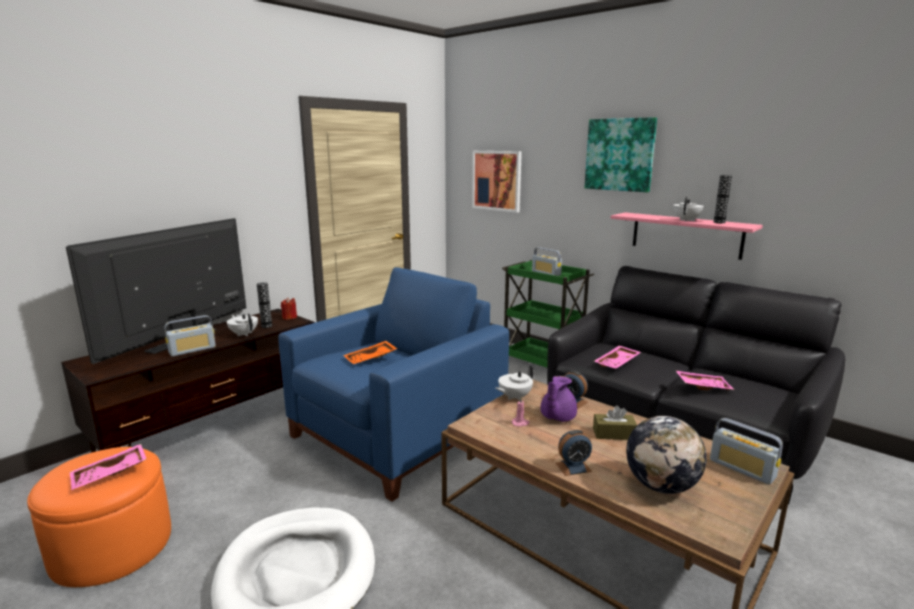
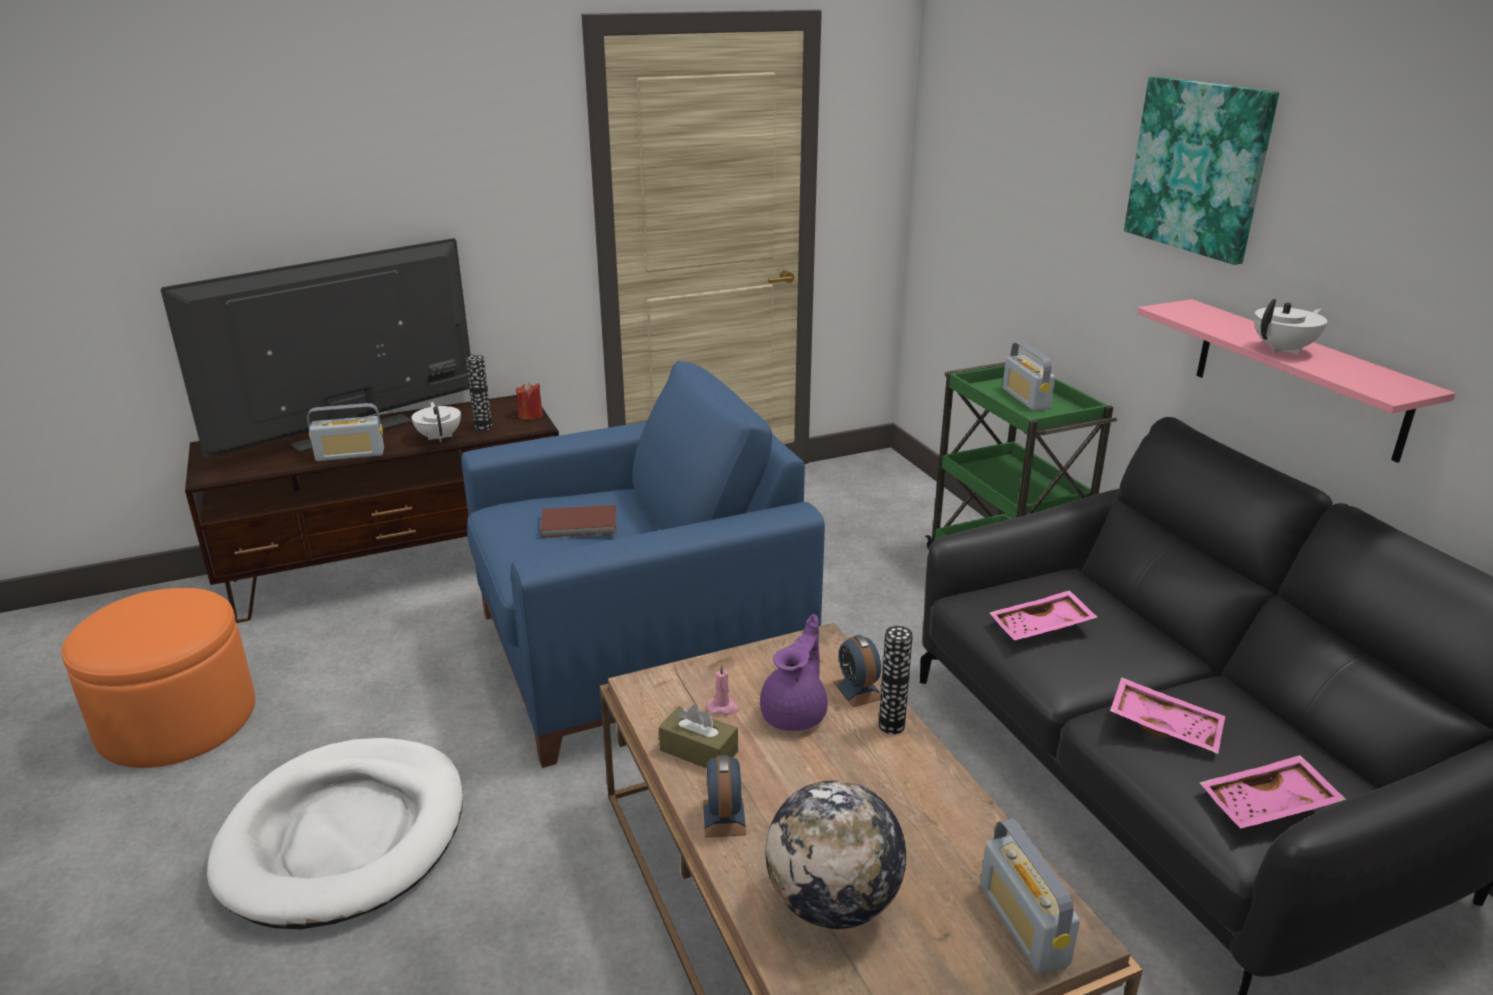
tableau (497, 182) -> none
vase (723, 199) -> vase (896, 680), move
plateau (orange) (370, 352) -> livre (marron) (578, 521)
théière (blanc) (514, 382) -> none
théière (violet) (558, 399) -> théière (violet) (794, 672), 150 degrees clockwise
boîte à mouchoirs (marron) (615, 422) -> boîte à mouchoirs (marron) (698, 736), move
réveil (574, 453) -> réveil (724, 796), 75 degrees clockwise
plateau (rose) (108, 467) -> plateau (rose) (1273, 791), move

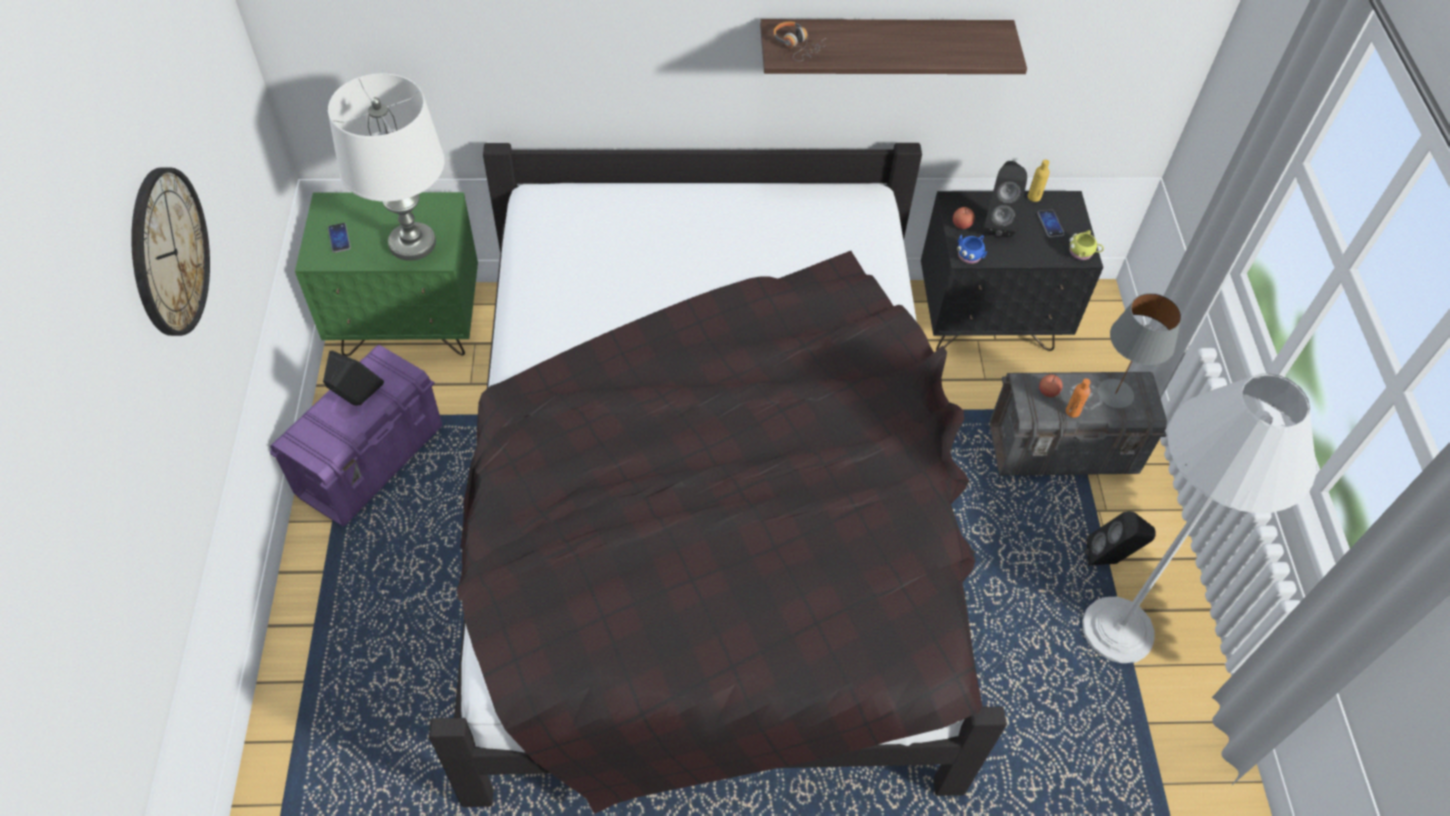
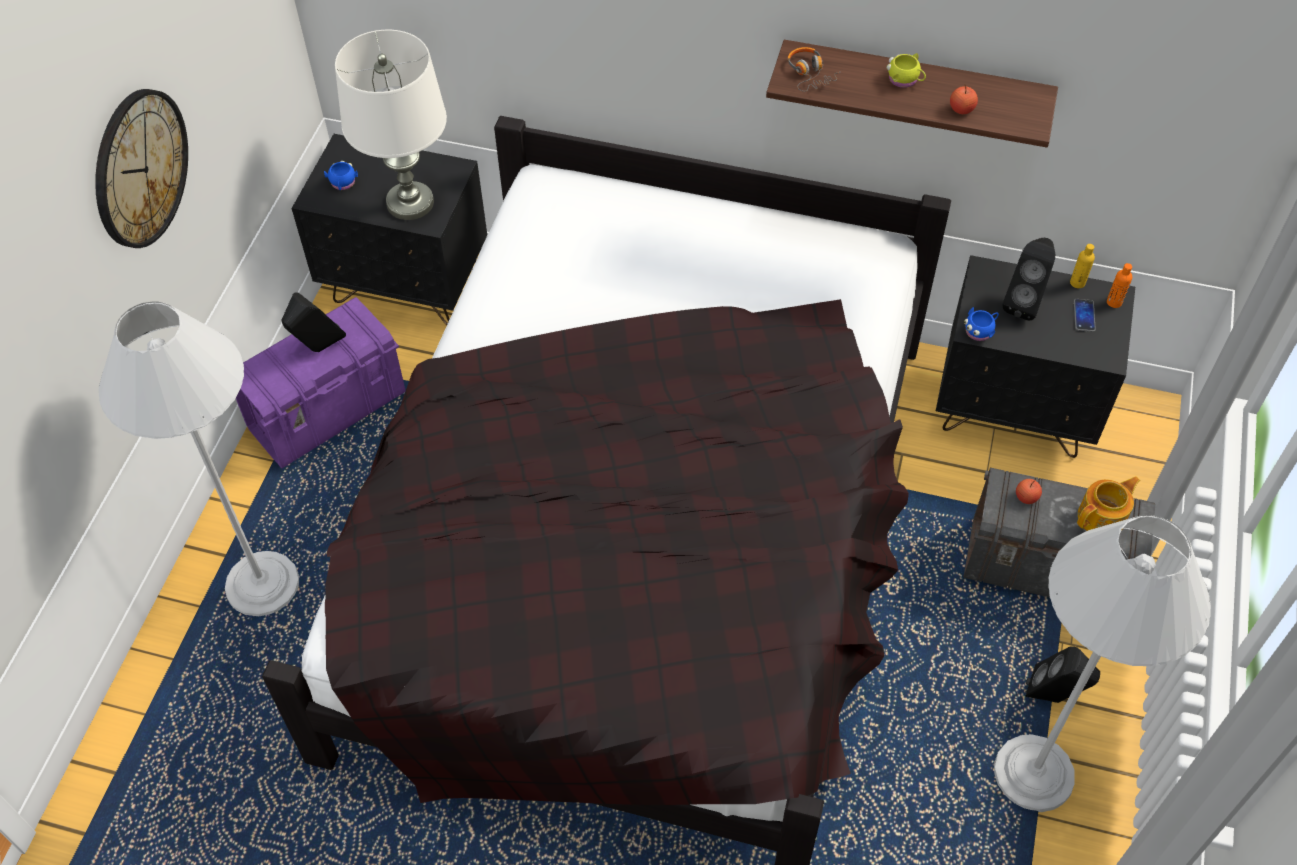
table de chevet (vert) (386, 274) -> table de chevet (noir) (389, 229)
pomme (964, 217) -> pomme (964, 99), move
téléphone (339, 238) -> mug (bleu) (341, 175)
mug (jaune) (1086, 245) -> mug (jaune) (906, 70), move
lampe de table (gris) (1139, 350) -> théière (1108, 503)
bouteille (orange) (1078, 398) -> bouteille (orange) (1119, 285), move
none -> lampadaire (blanc) (199, 458)

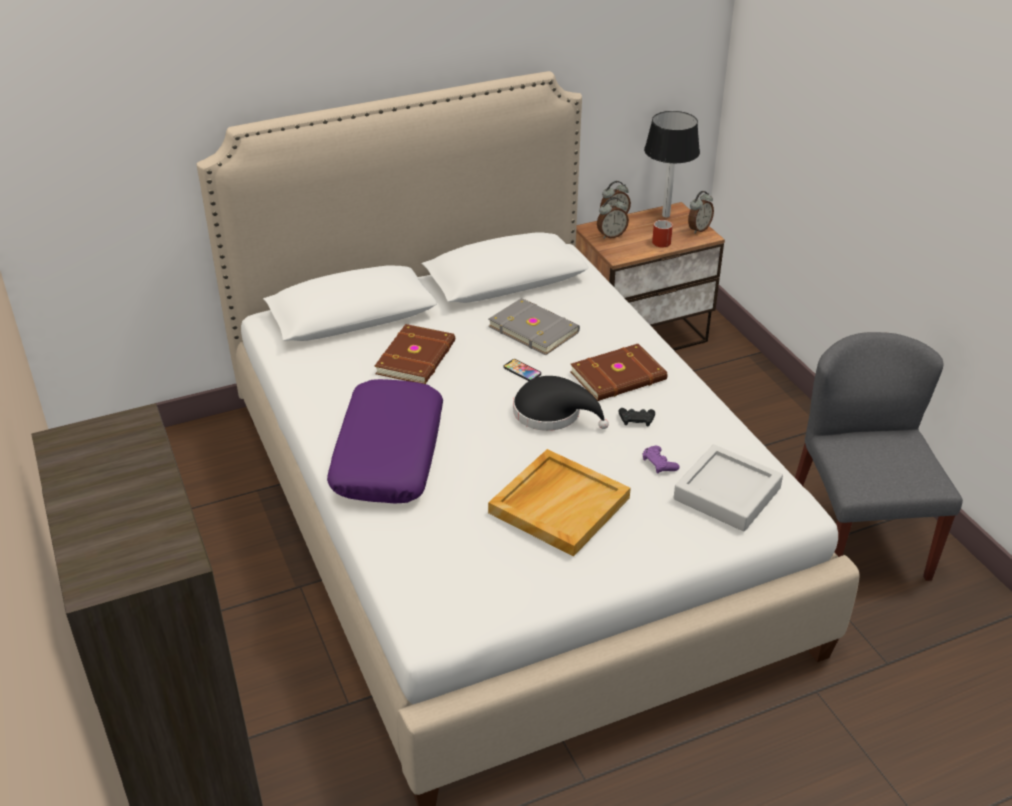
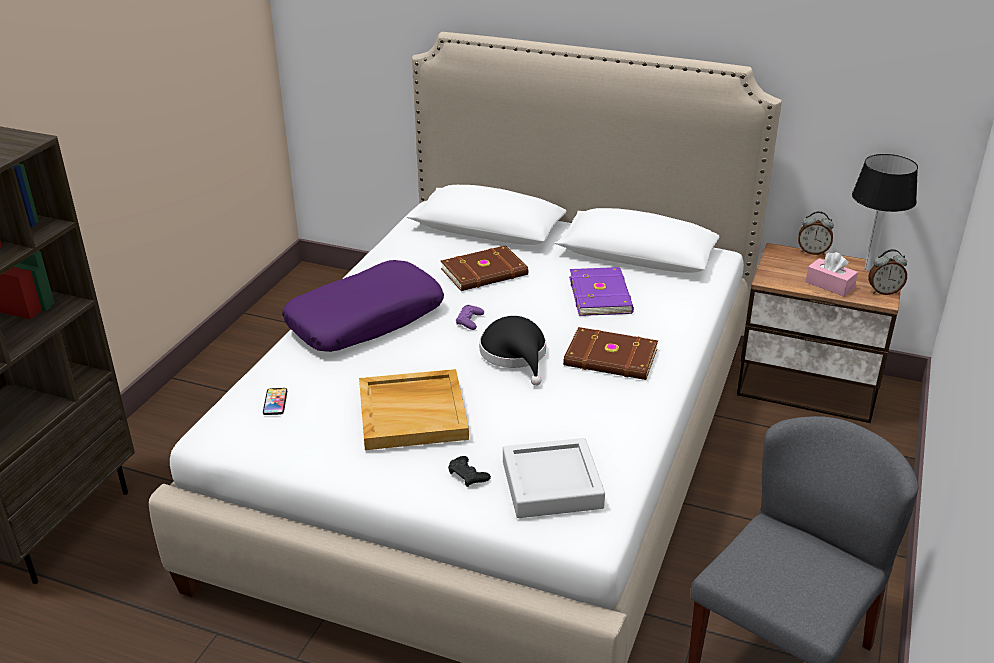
réveil (613, 218) -> none
mug (rouge) (662, 233) -> boîte à mouchoirs (rose) (831, 274)
livre (gris) (534, 326) -> livre (violet) (601, 291)
téléphone (522, 370) -> téléphone (275, 401), move
manette (noir) (637, 417) -> manette (noir) (469, 471), move
manette (violet) (661, 459) -> manette (violet) (470, 317), move

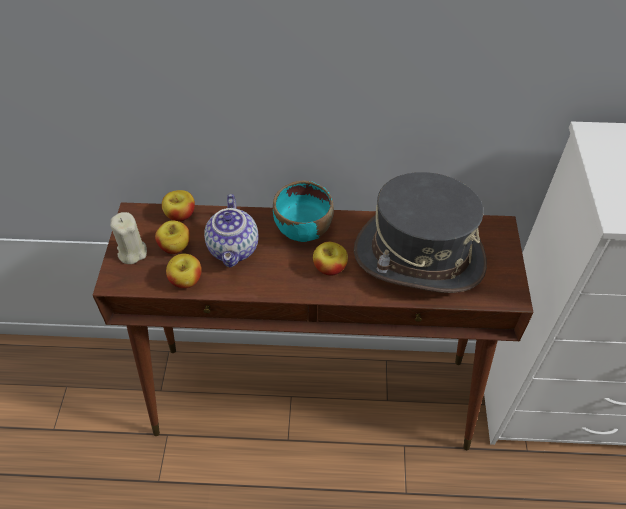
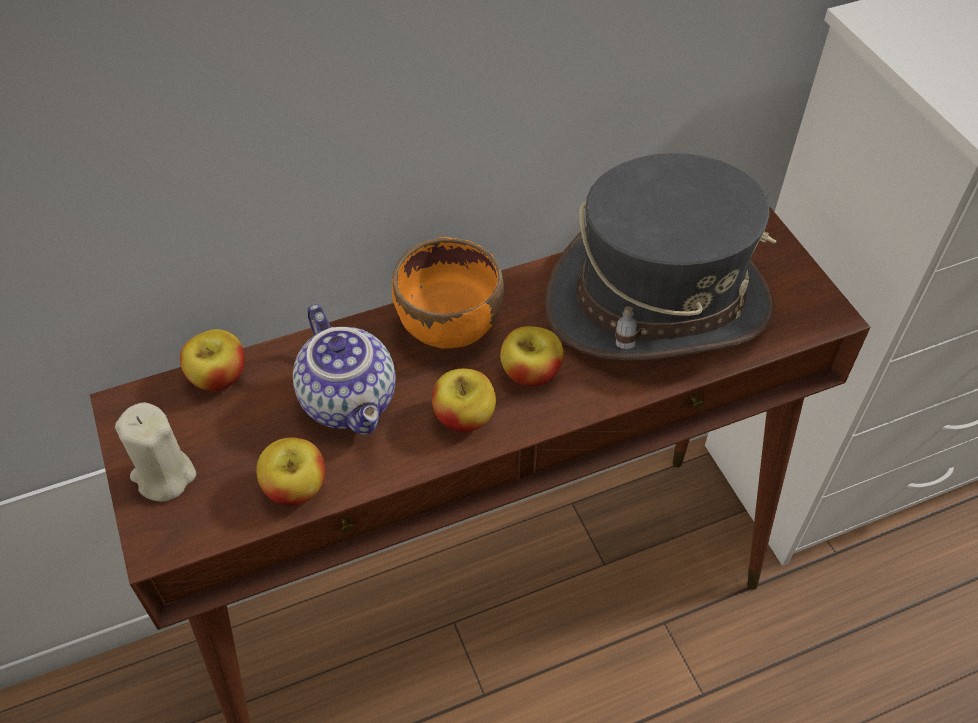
bol (turquoise) (303, 211) -> bol (orange) (448, 293)
pomme (172, 237) -> pomme (464, 400), move

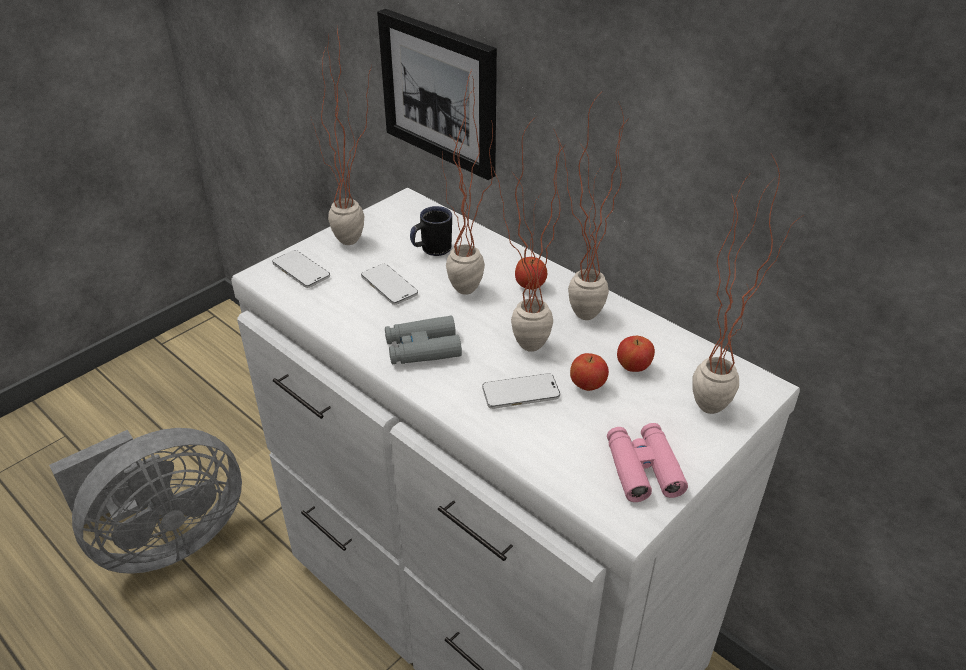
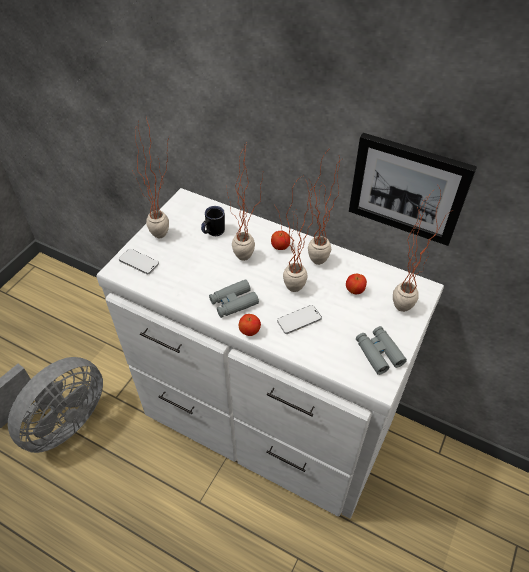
tableau (437, 94) -> tableau (413, 189), move
téléphone (389, 284) -> none
pomme (589, 372) -> pomme (250, 325), move
jumelles (rose) (647, 462) -> jumelles (gris) (381, 350)

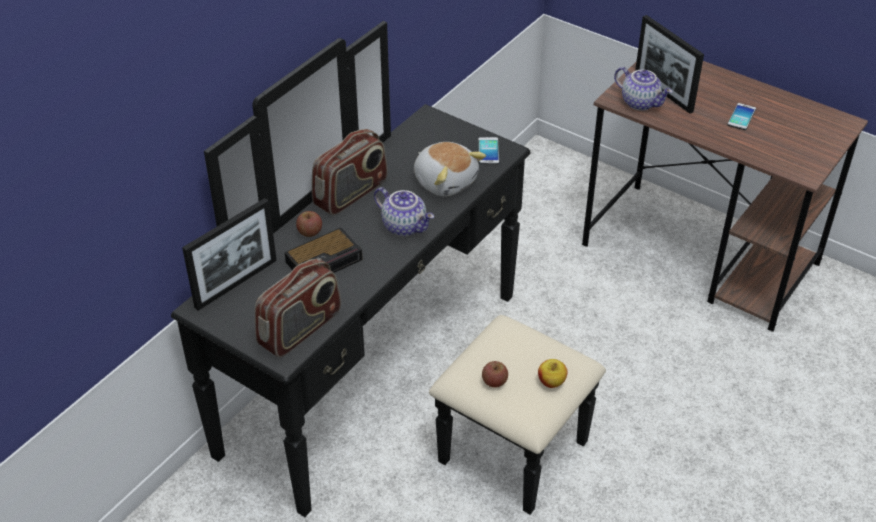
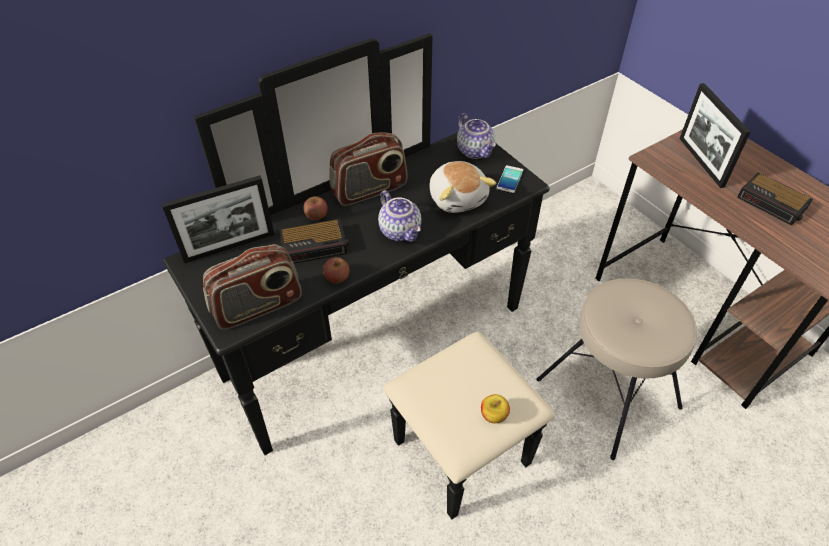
théière (643, 89) -> théière (476, 136), move
téléphone (741, 116) -> réveil (775, 199)
pomme (495, 374) -> pomme (336, 270), move
none -> tabouret (beige) (616, 369)

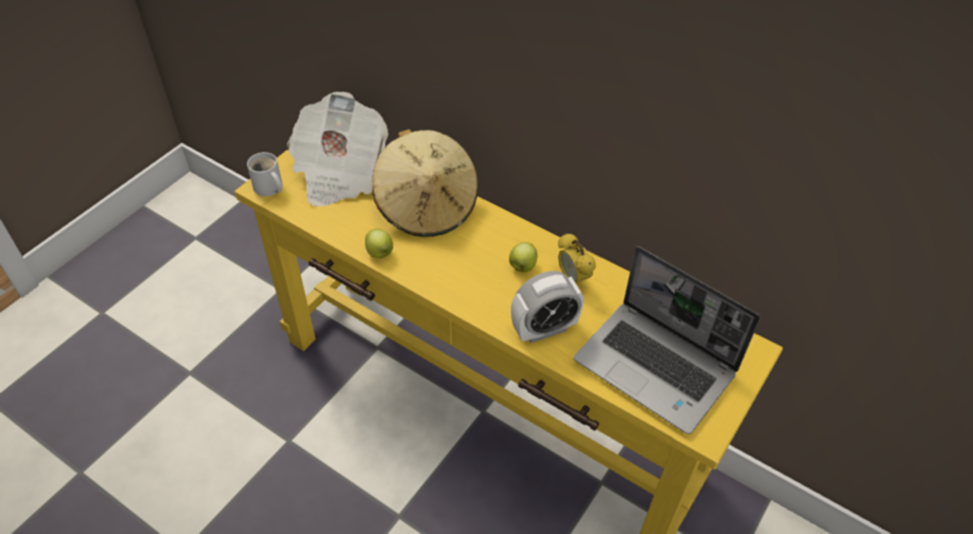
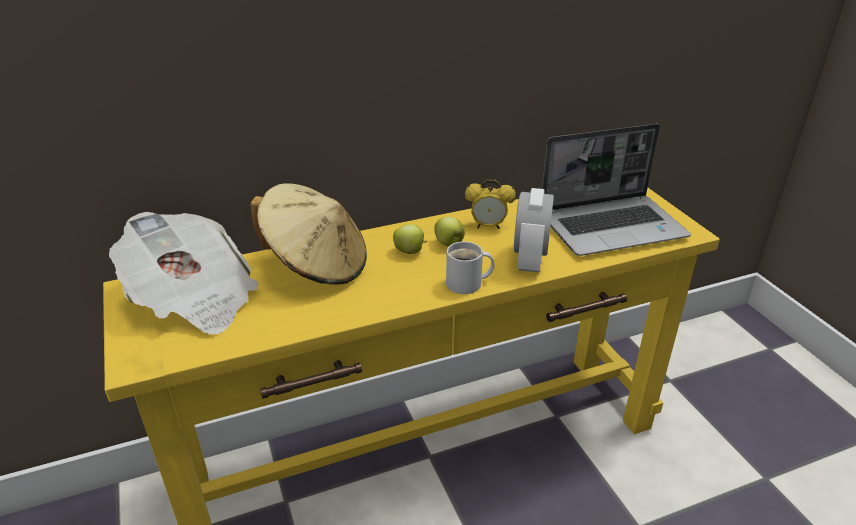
mug (blanc) (264, 174) -> mug (blanc) (470, 267), move
pomme (379, 243) -> pomme (410, 239), move

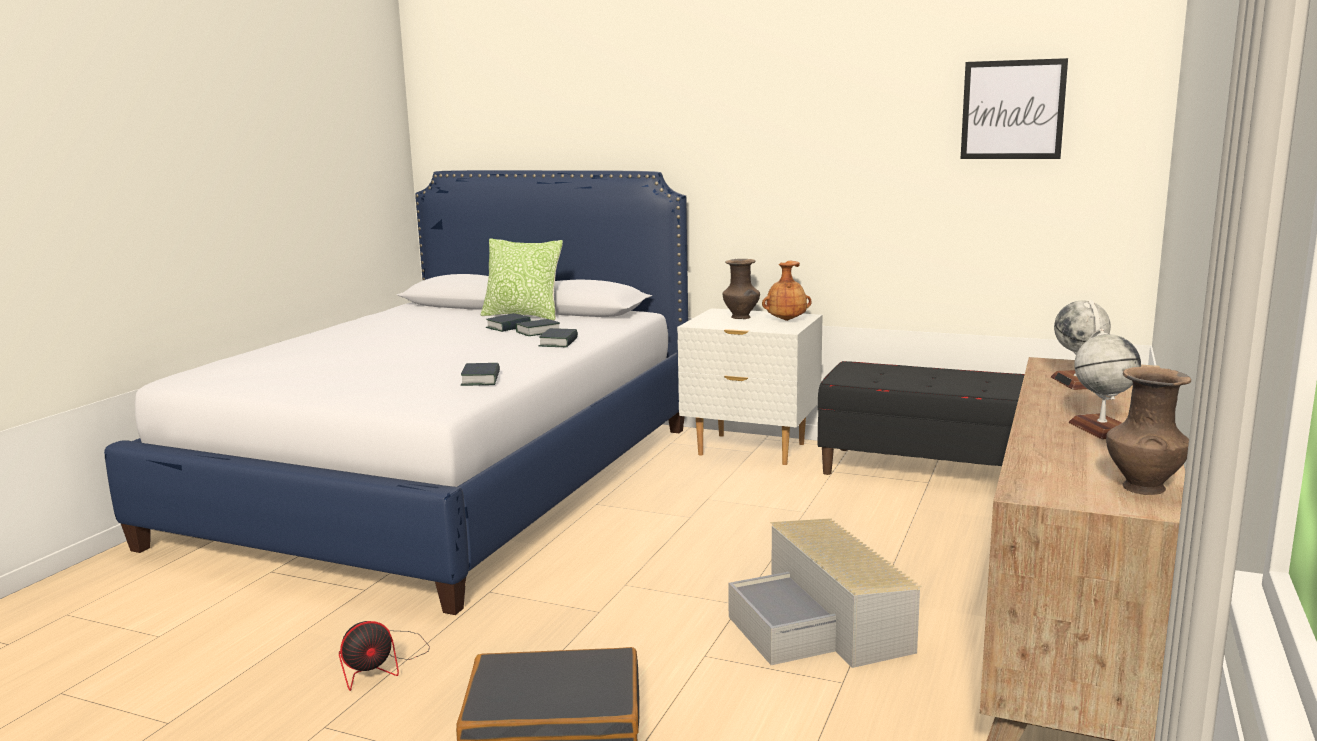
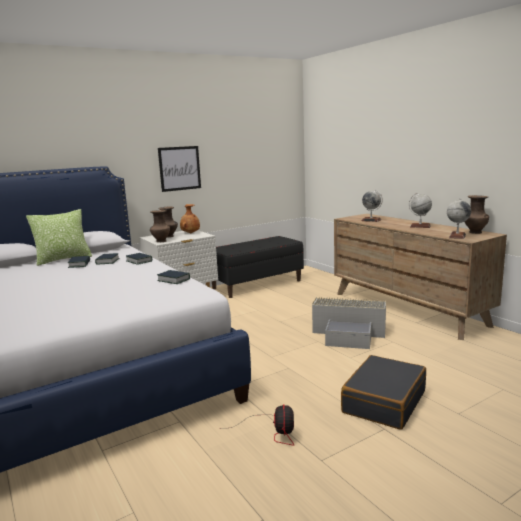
tableau (1014, 108) -> tableau (179, 169), move
none -> globe (459, 218)
none -> vase (marron) (160, 226)

